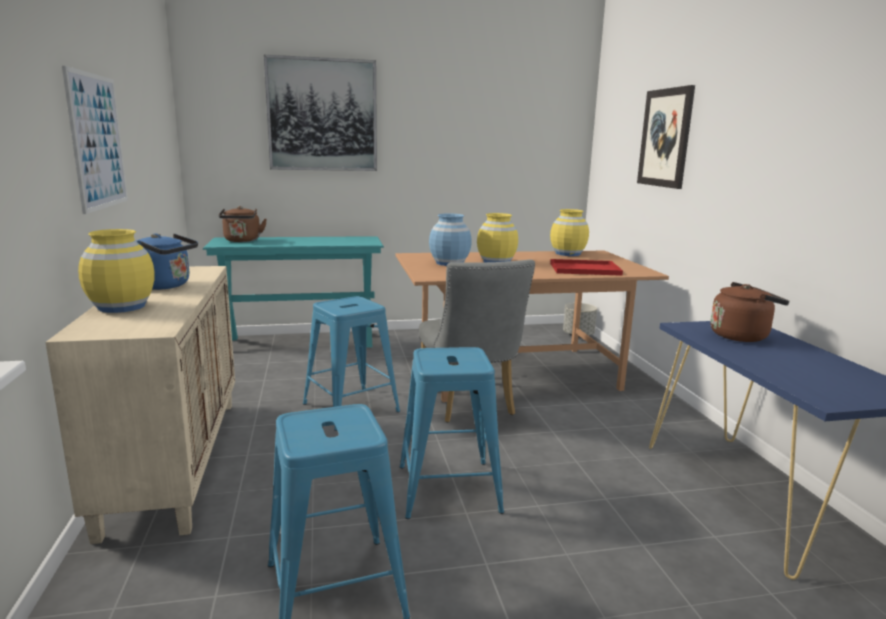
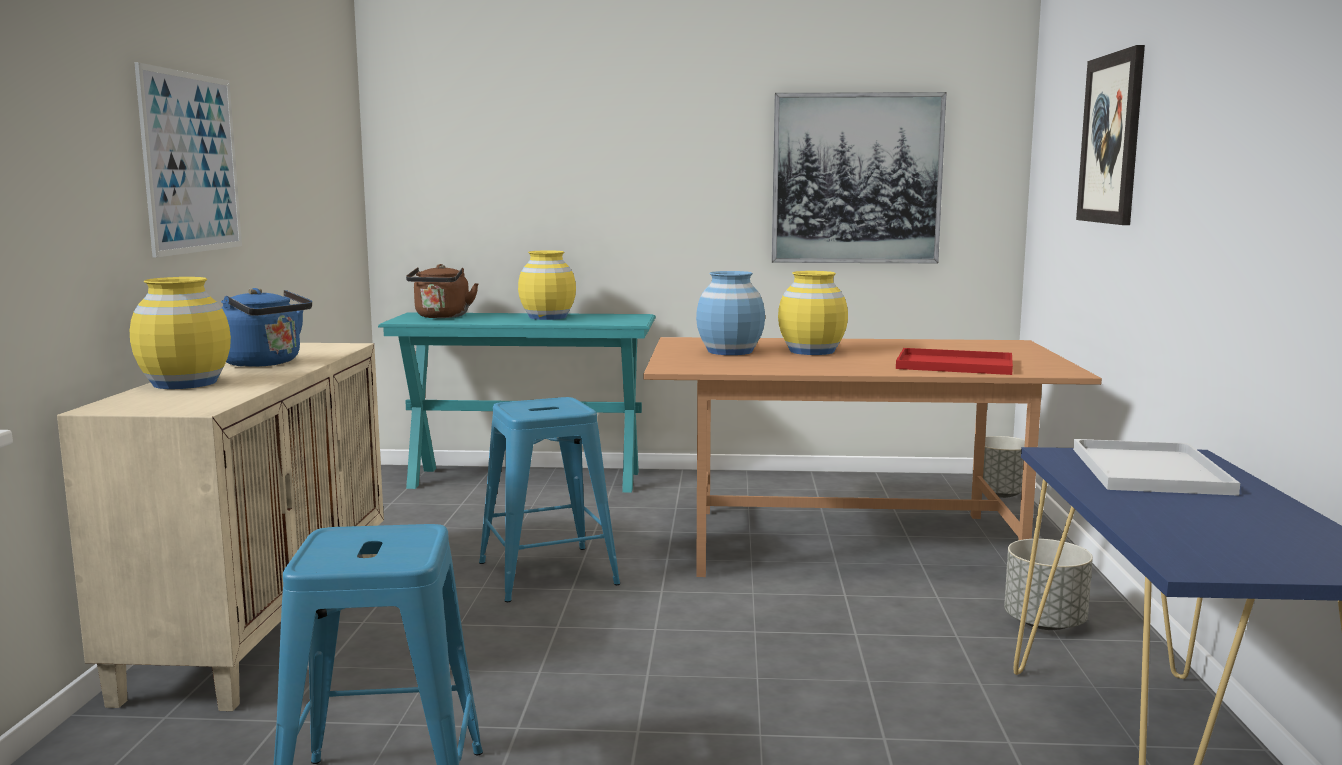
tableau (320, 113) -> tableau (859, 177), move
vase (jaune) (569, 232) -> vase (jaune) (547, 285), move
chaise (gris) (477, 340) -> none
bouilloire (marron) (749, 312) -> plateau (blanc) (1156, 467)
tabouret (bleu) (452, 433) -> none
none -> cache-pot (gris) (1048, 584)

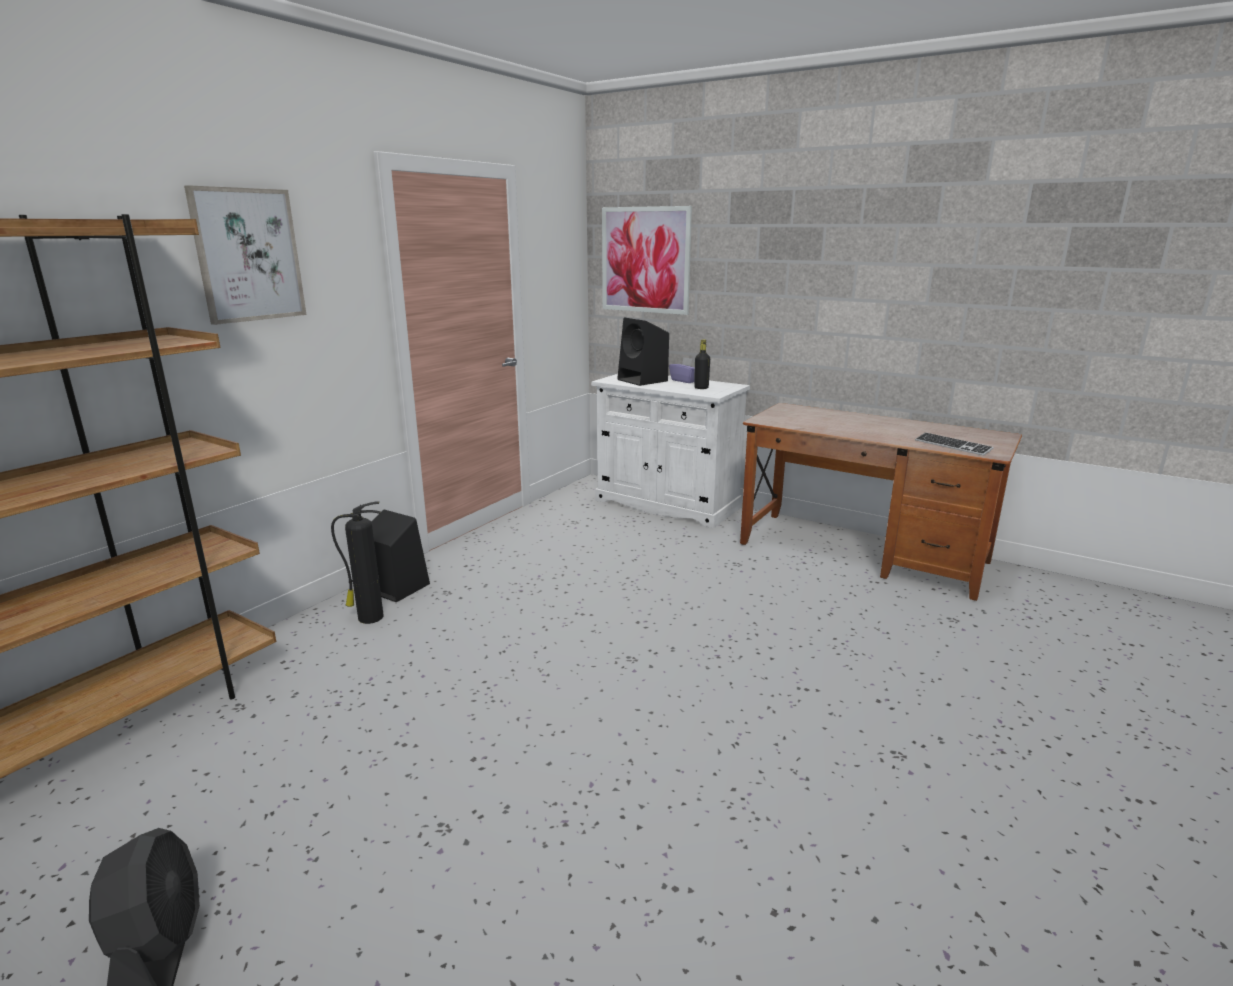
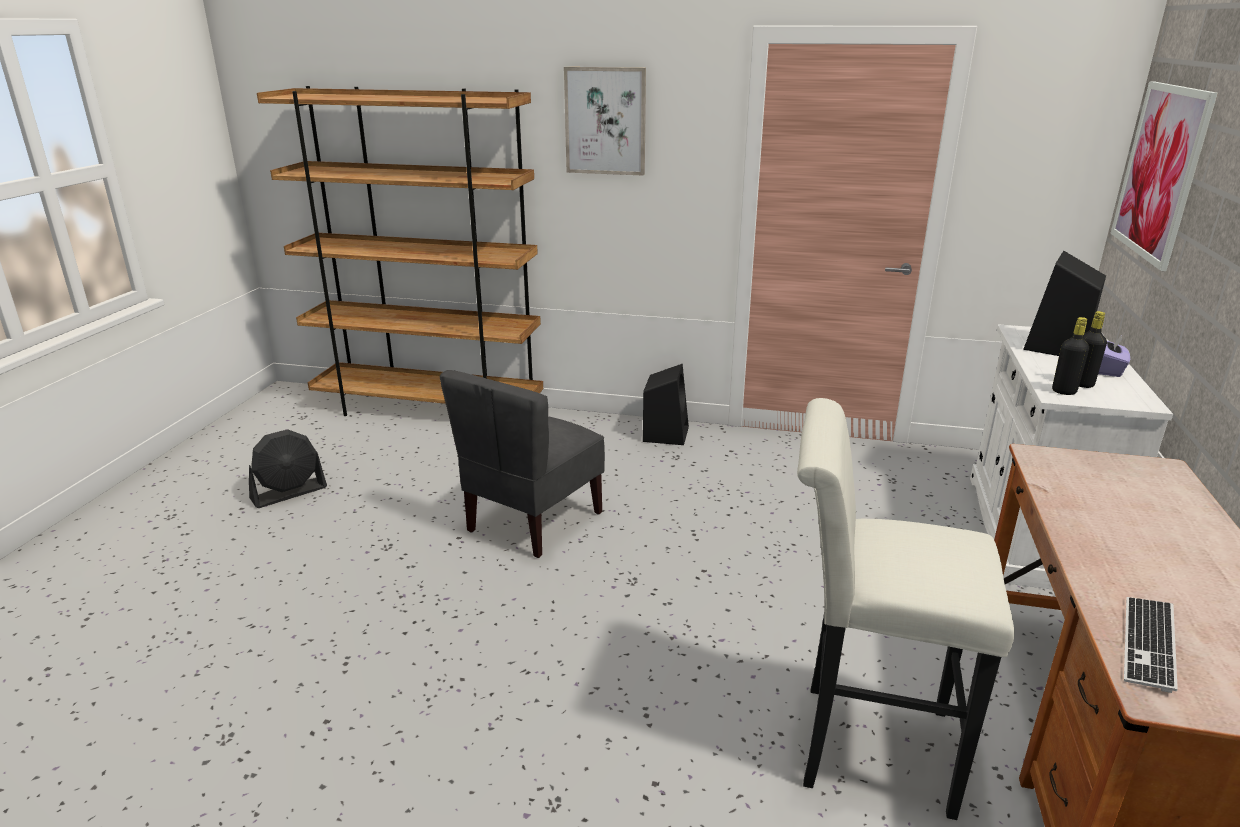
extincteur (357, 562) -> none
none -> bouteille (noir) (1070, 356)
none -> chaise (gris) (522, 464)
none -> tabouret (blanc) (906, 609)

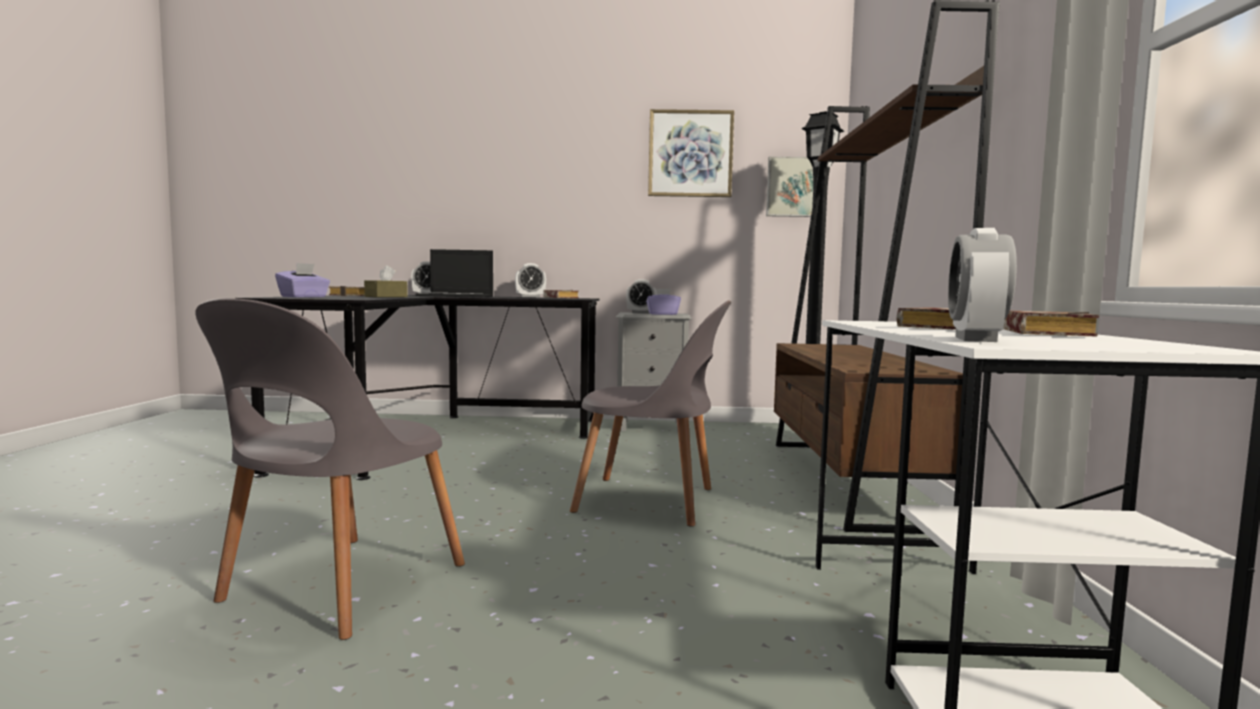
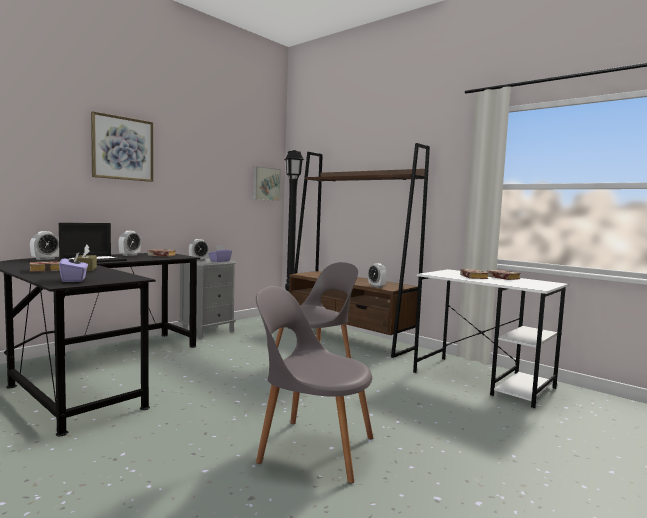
tableau (691, 153) -> tableau (122, 146), move
réveil (982, 285) -> réveil (377, 275), move
chaise (gris) (330, 469) -> chaise (gris) (314, 385), 135 degrees clockwise

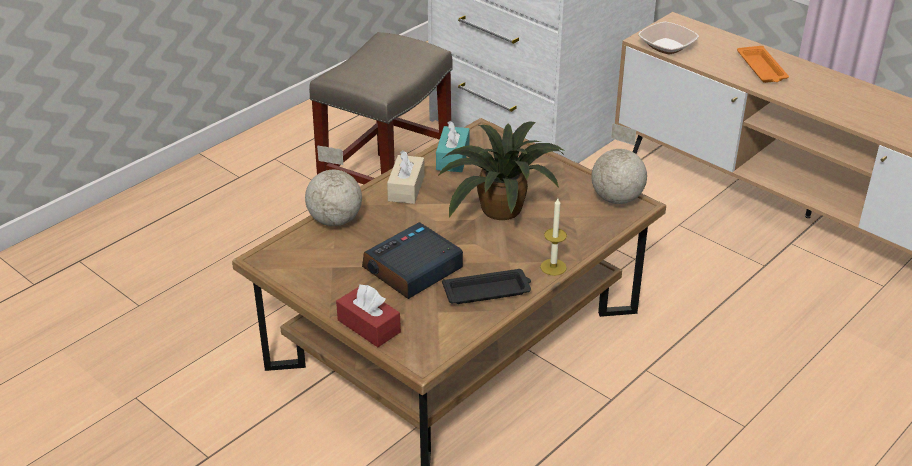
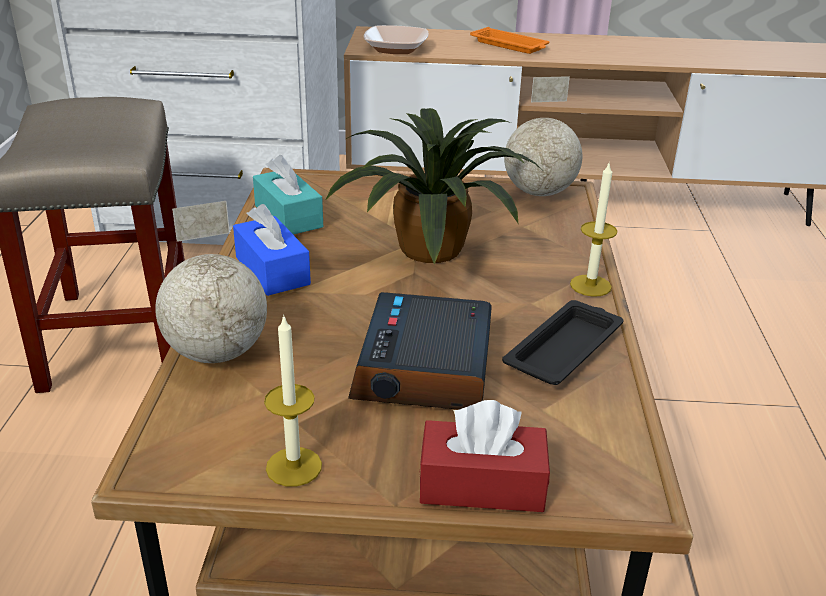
boîte à mouchoirs (beige) (406, 177) -> boîte à mouchoirs (bleu) (272, 250)
none -> bougie (293, 400)

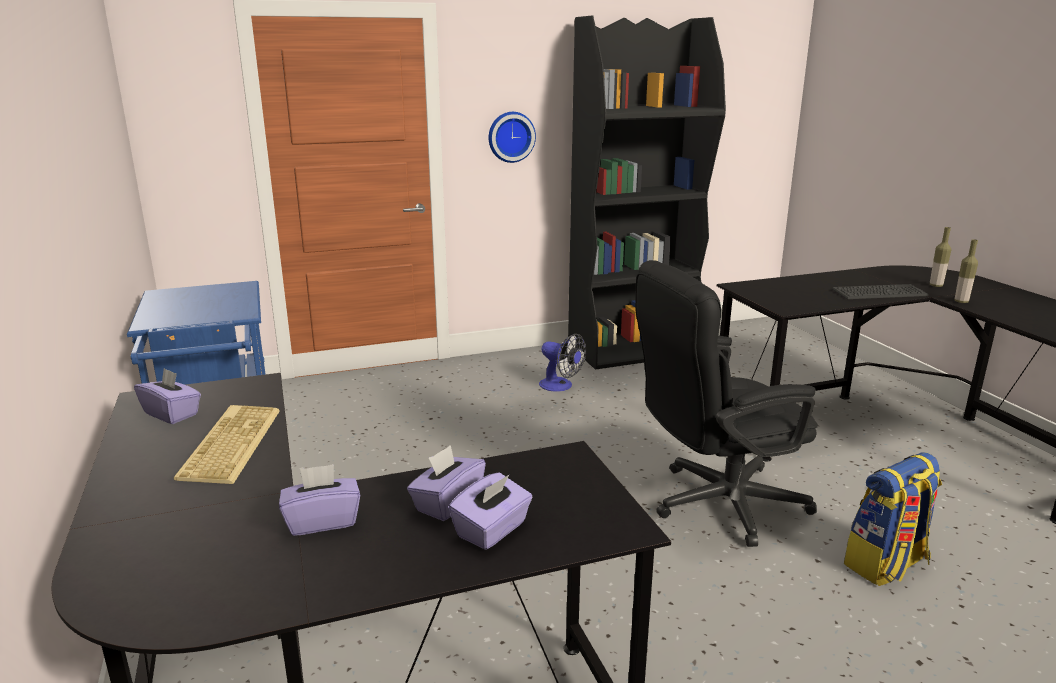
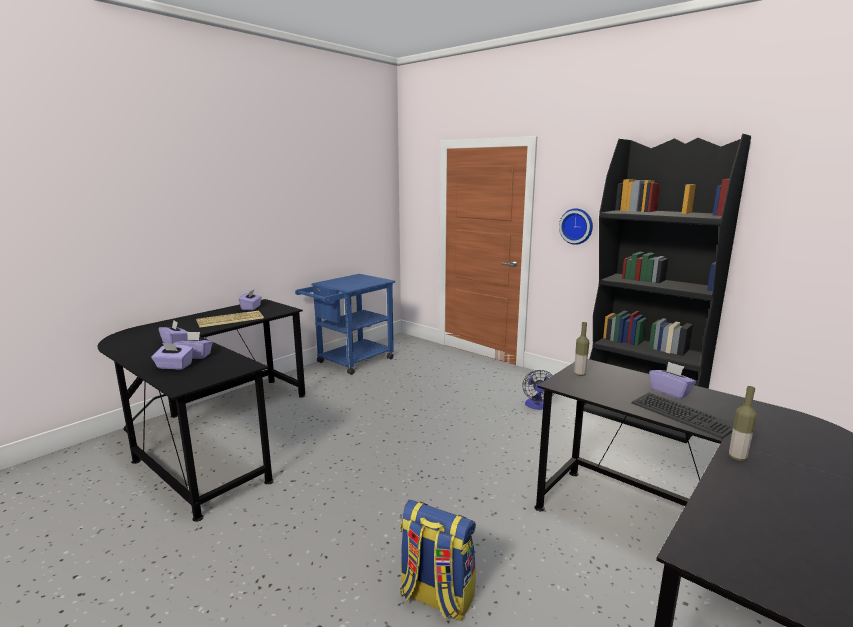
bouteille (940, 257) -> bouteille (581, 349), move
chaise de bureau (noir) (726, 403) -> none
none -> boîte à mouchoirs (violet) (672, 380)

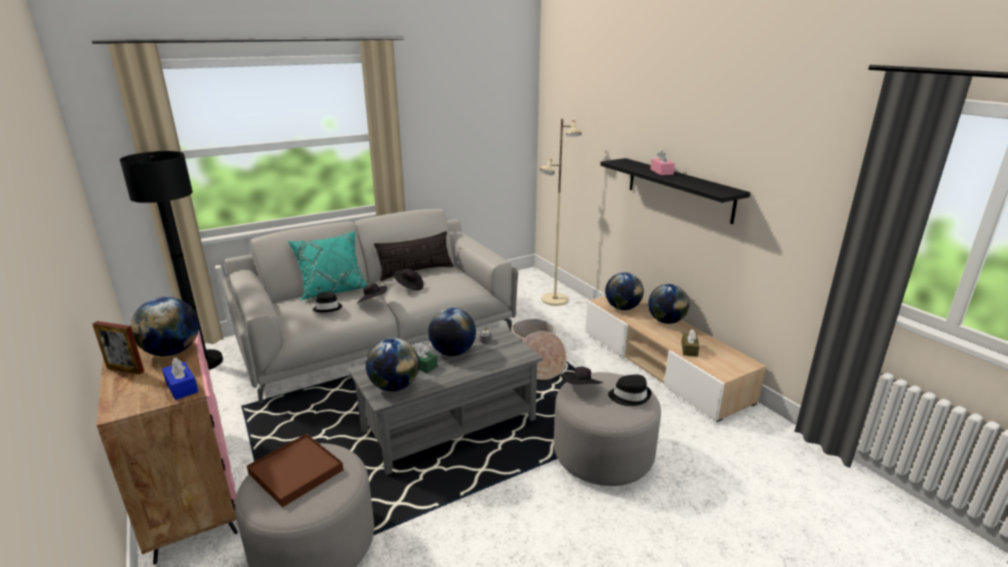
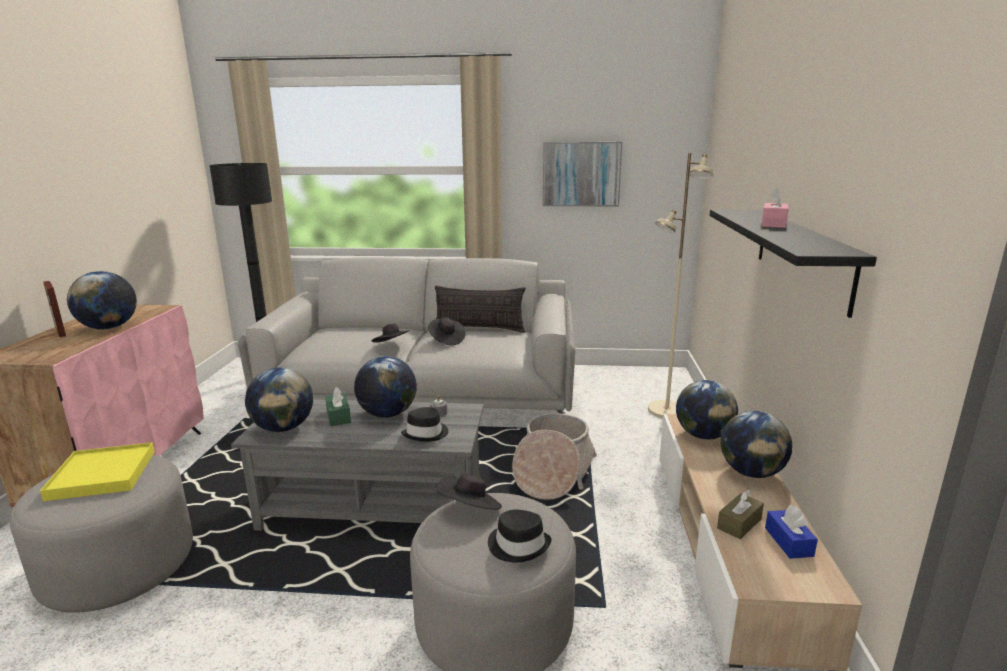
coussin (turquoise) (328, 265) -> none
chapeau (noir) (327, 301) -> chapeau (noir) (424, 424), move
boîte à mouchoirs (bleu) (180, 379) -> boîte à mouchoirs (bleu) (791, 532), move
plateau (marron) (295, 470) -> plateau (jaune) (97, 471)
none -> tableau (582, 174)

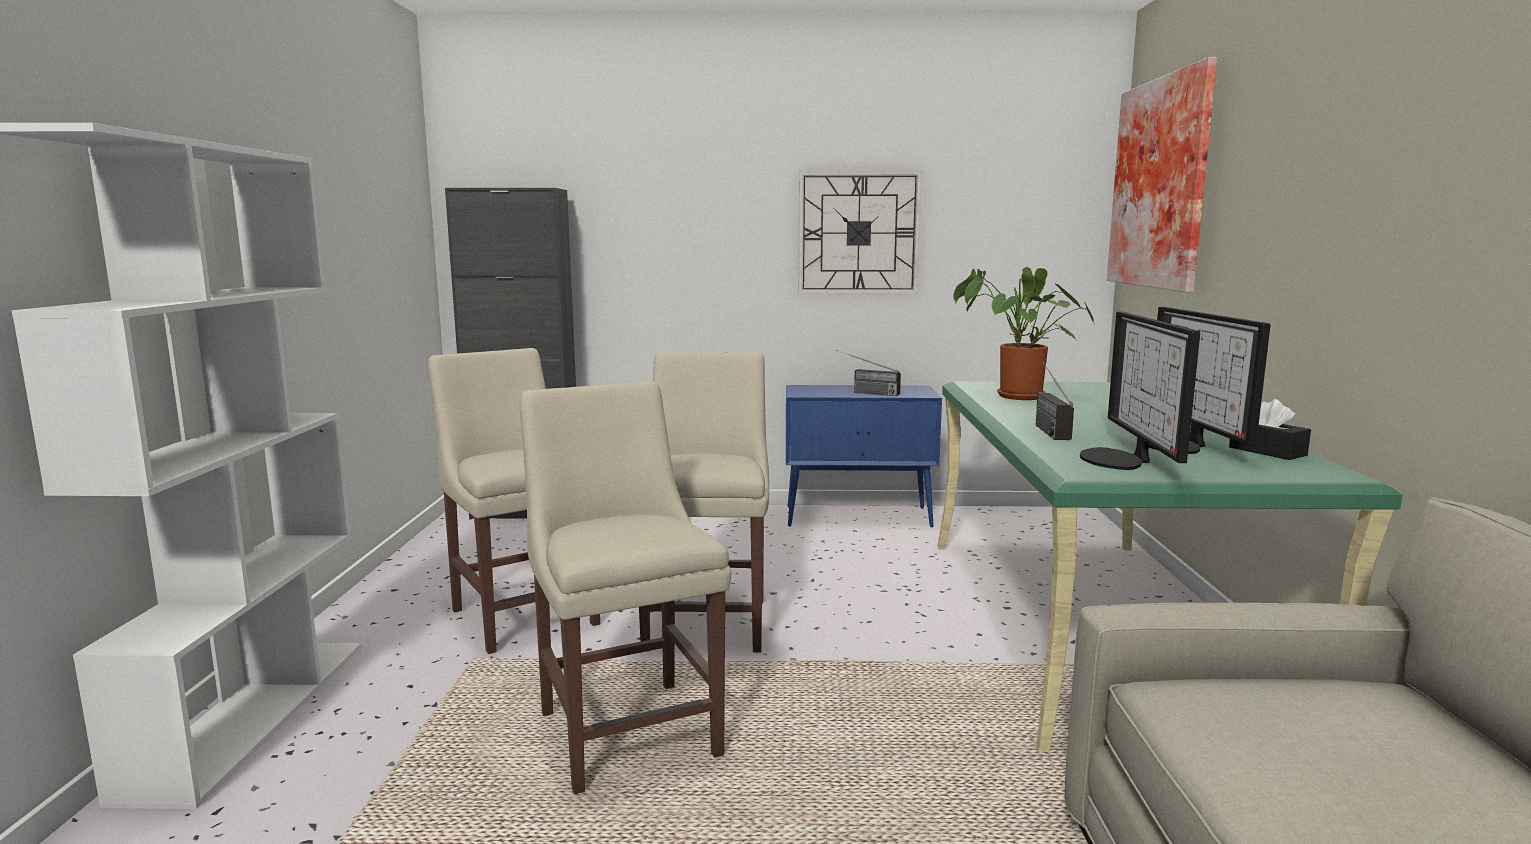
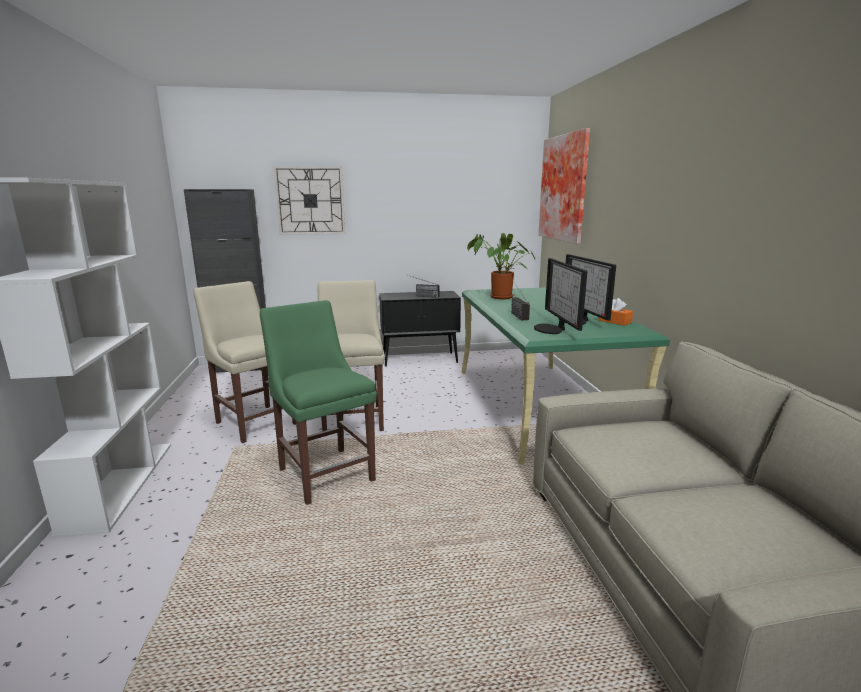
horloge murale (860, 232) -> horloge murale (309, 200), move
chaise (beige) (625, 587) -> chaise (vert) (318, 402)
meuble de rangement (bleu) (864, 456) -> meuble de rangement (noir) (420, 329)
boîte à mouchoirs (noir) (1270, 429) -> boîte à mouchoirs (orange) (616, 312)

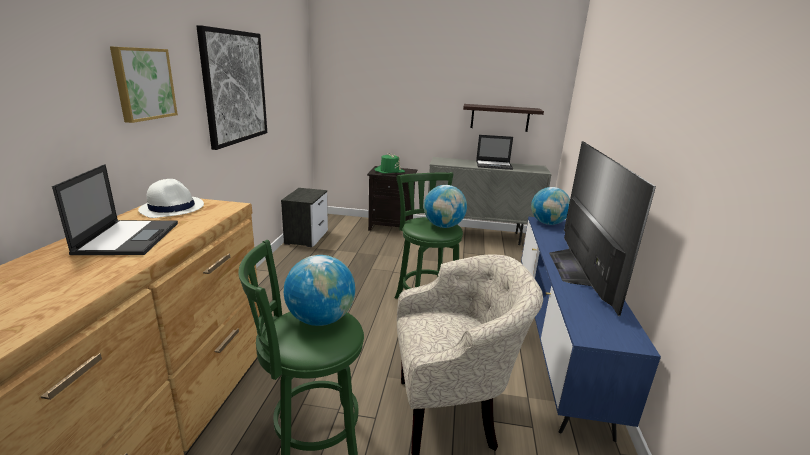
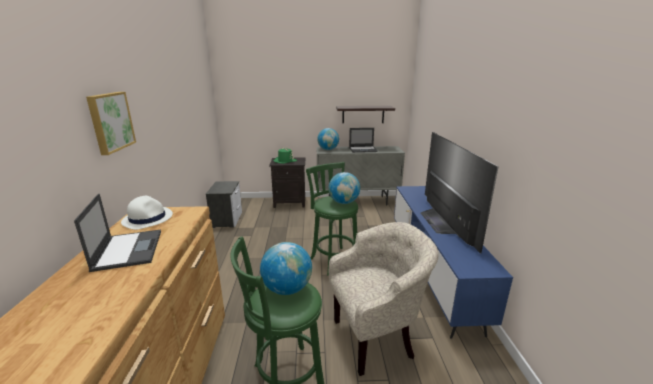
tableau (231, 87) -> none
globe (550, 206) -> globe (328, 139), move

